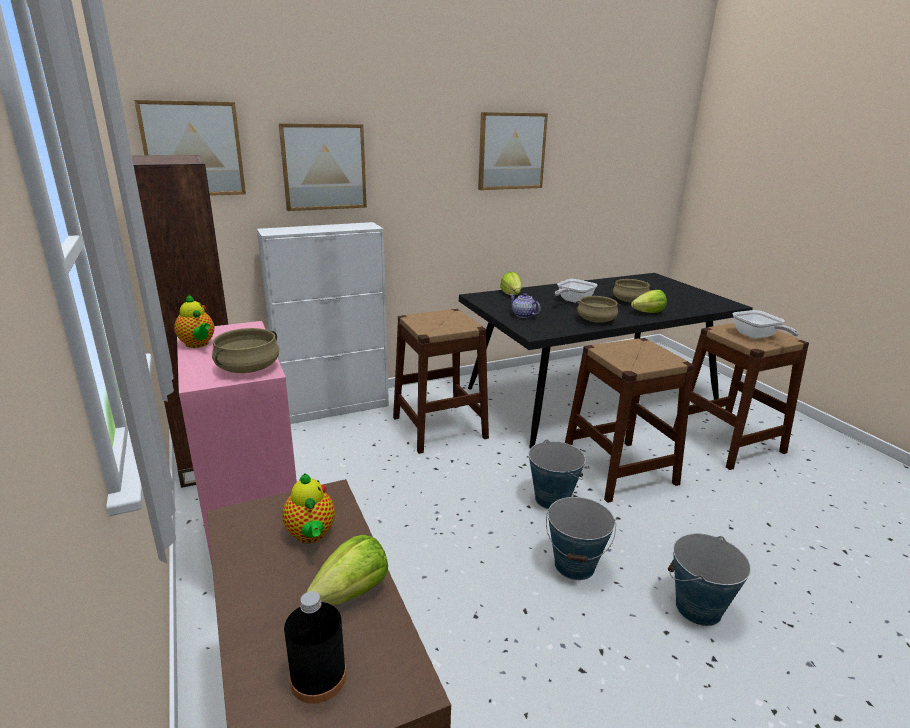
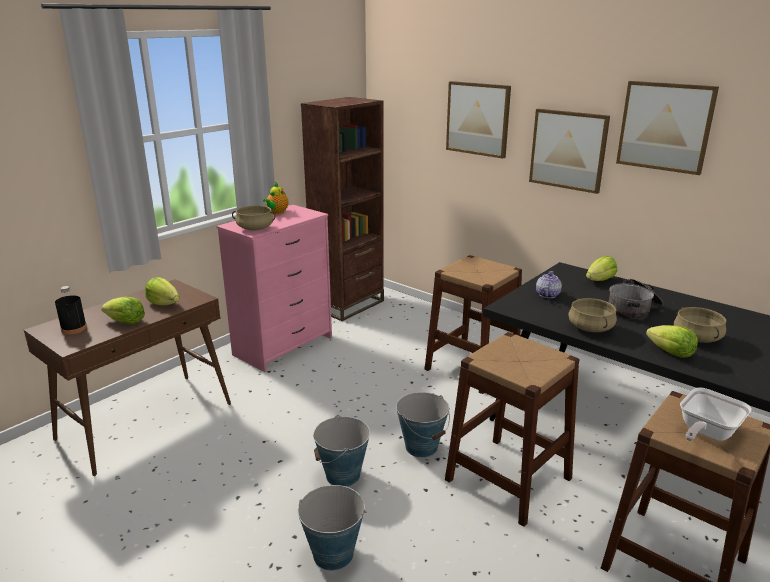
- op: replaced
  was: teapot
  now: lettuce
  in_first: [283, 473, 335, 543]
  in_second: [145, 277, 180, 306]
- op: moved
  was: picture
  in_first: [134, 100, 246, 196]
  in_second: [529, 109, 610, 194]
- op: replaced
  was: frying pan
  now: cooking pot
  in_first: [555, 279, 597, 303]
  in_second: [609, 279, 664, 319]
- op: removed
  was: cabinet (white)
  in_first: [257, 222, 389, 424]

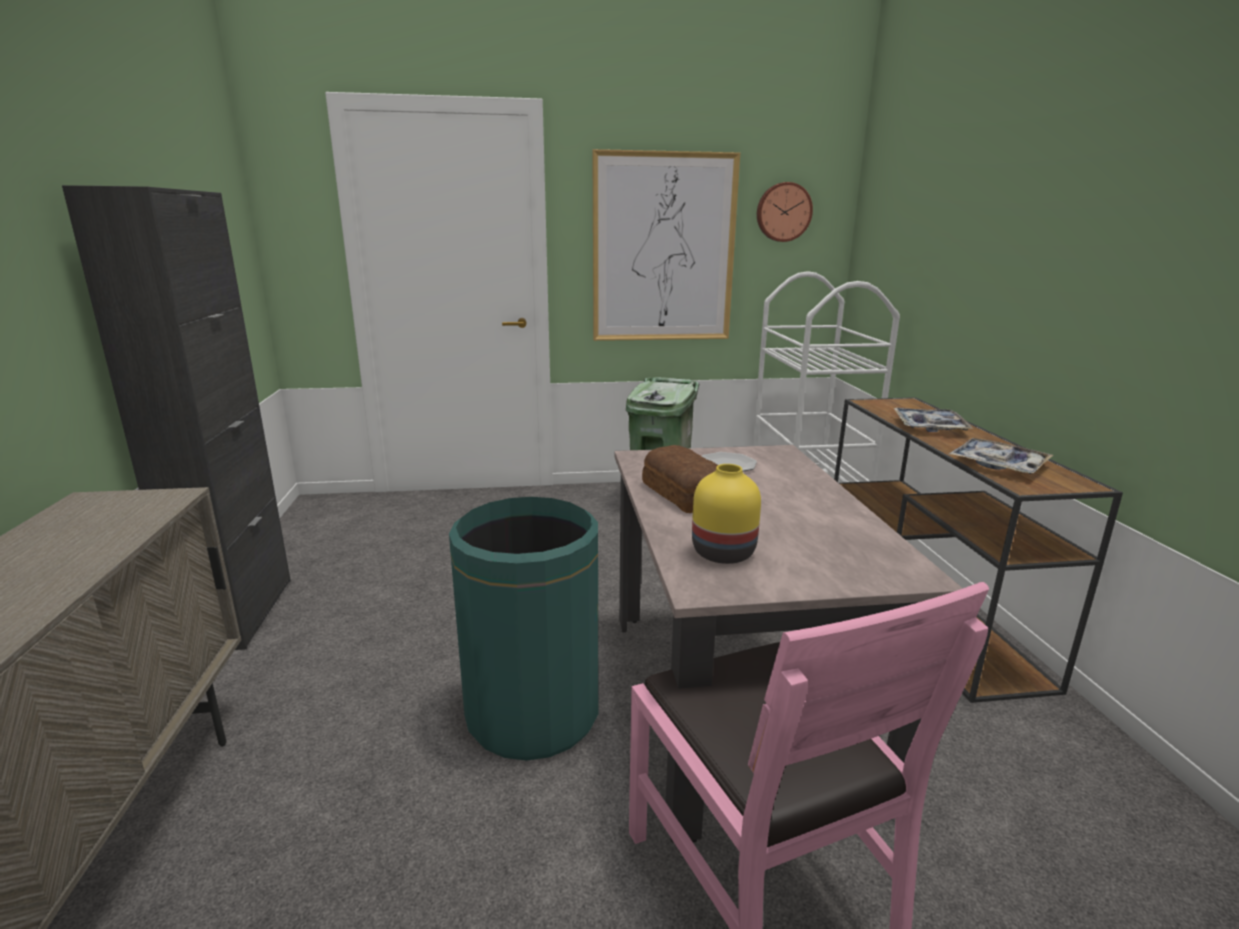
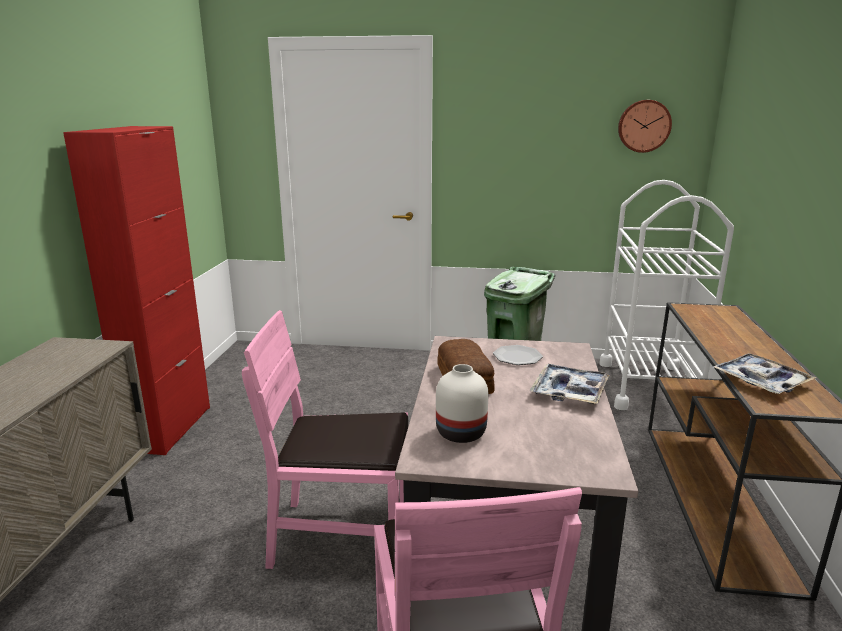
- op: recoloured
  was: cabinet (black)
  now: cabinet (red)
  in_first: [62, 185, 291, 650]
  in_second: [63, 126, 210, 455]
- op: replaced
  was: trash can (green)
  now: chair (pink)
  in_first: [449, 497, 598, 761]
  in_second: [242, 310, 409, 569]
- op: recoloured
  was: vase (yellow)
  now: vase (white)
  in_first: [692, 464, 761, 564]
  in_second: [436, 364, 488, 443]
- op: moved
  was: tray
  in_first: [894, 408, 973, 432]
  in_second: [530, 364, 610, 404]
- op: removed
  was: picture
  in_first: [592, 149, 740, 341]

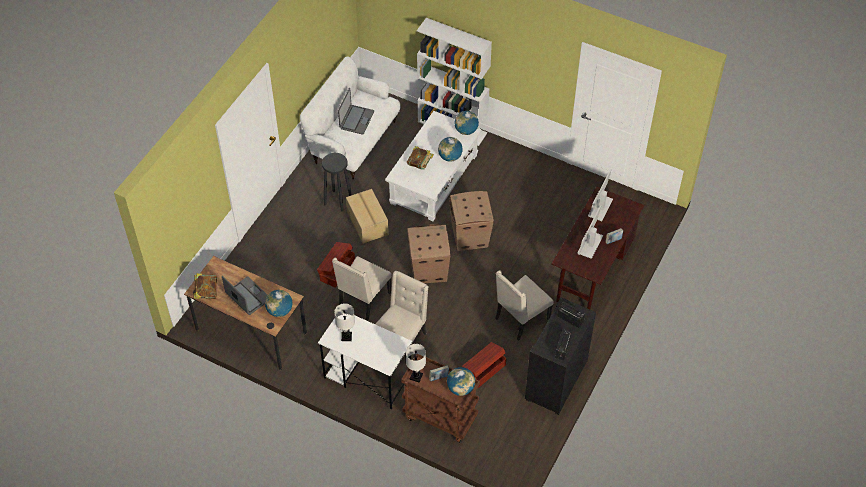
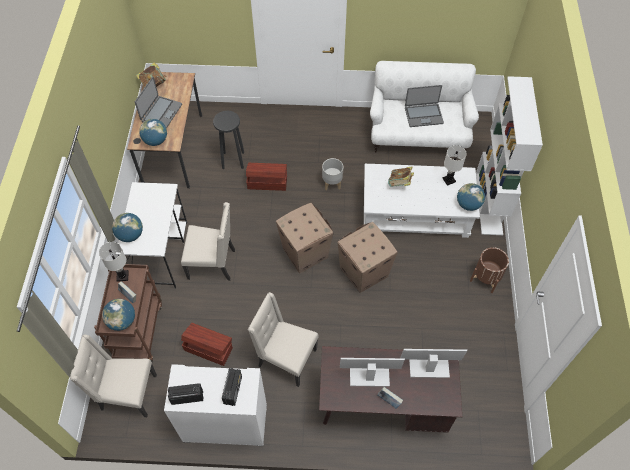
- op: moved
  was: chair (beige)
  in_first: [332, 256, 392, 321]
  in_second: [70, 335, 157, 417]
- op: moved
  was: globe
  in_first: [438, 137, 463, 162]
  in_second: [112, 213, 143, 242]
- op: recoloured
  was: cabinet (black)
  now: cabinet (white)
  in_first: [525, 298, 596, 415]
  in_second: [164, 364, 267, 446]
- op: moved
  was: stool (black)
  in_first: [322, 153, 352, 212]
  in_second: [213, 111, 244, 169]
- op: replaced
  was: cardboard box
  now: planter (grey)
  in_first: [346, 189, 389, 244]
  in_second: [322, 158, 343, 190]
- op: moved
  was: table lamp (white)
  in_first: [334, 303, 355, 341]
  in_second: [442, 145, 467, 186]
- op: added
  now: planter (brown)
  in_second: [470, 247, 509, 293]

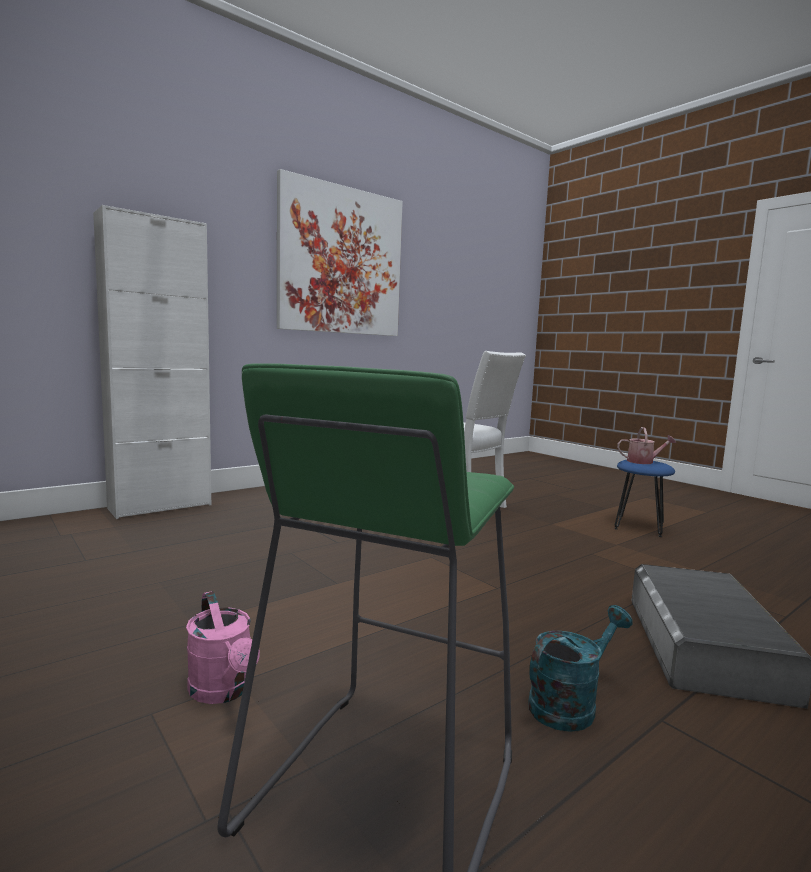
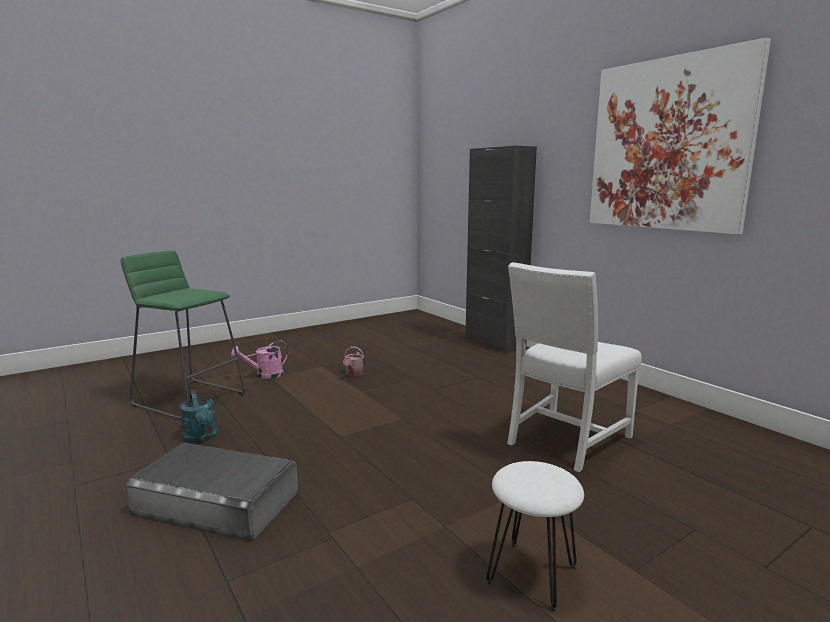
- op: moved
  was: watering can
  in_first: [617, 427, 676, 464]
  in_second: [343, 347, 364, 376]
- op: recoloured
  was: cabinet (white)
  now: cabinet (black)
  in_first: [93, 205, 211, 519]
  in_second: [465, 146, 537, 353]
- op: recoloured
  was: stool (blue)
  now: stool (white)
  in_first: [614, 460, 675, 537]
  in_second: [486, 461, 584, 612]

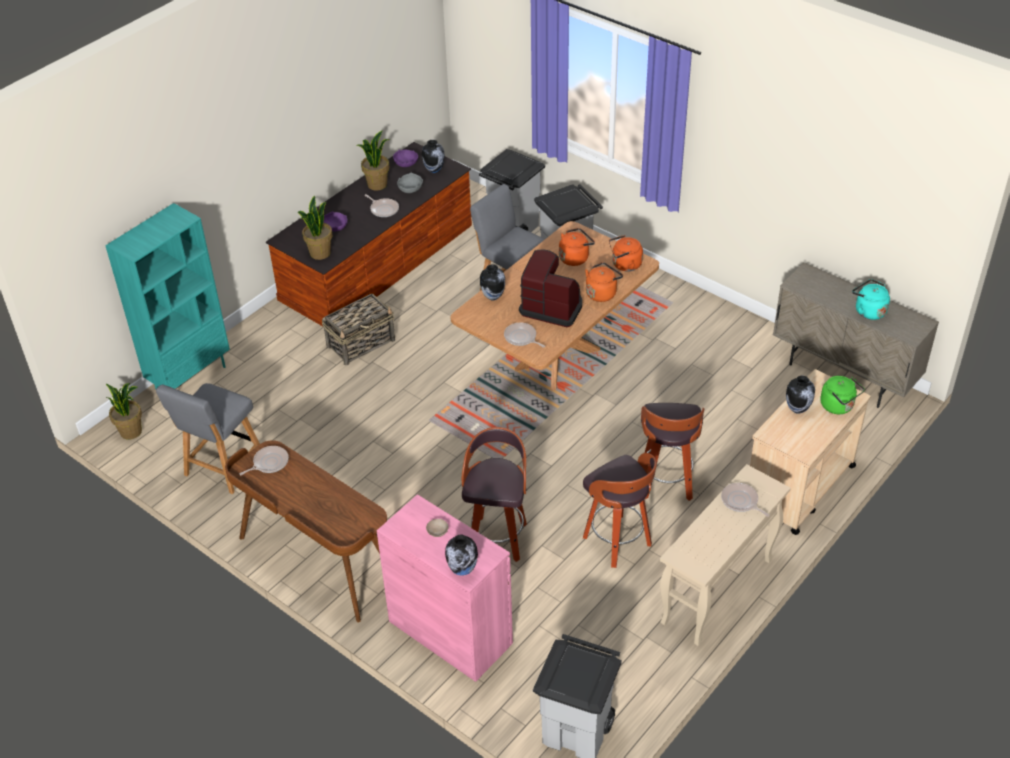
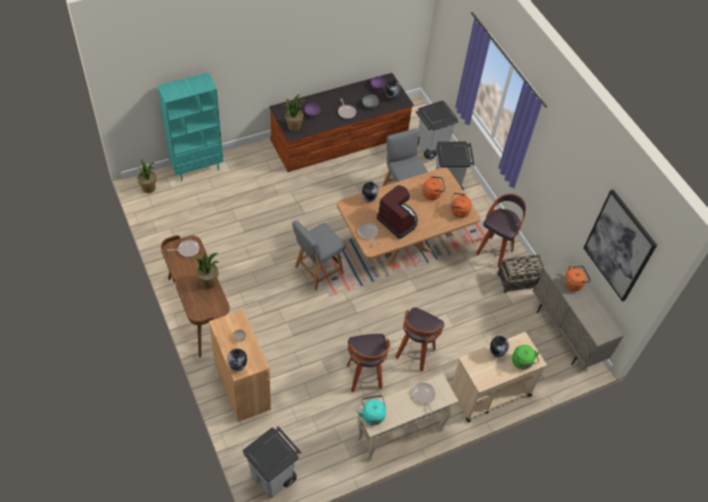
- op: moved
  was: potted plant
  in_first: [356, 130, 390, 191]
  in_second: [194, 252, 220, 289]
- op: recoloured
  was: cabinet (pink)
  now: cabinet (brown)
  in_first: [377, 494, 513, 682]
  in_second: [209, 310, 271, 422]
- op: moved
  was: chair (grey)
  in_first: [156, 383, 260, 494]
  in_second: [292, 220, 345, 291]
- op: moved
  was: kettle (turquoise)
  in_first: [852, 279, 890, 320]
  in_second: [358, 395, 386, 425]
- op: moved
  was: stool
  in_first: [462, 427, 527, 562]
  in_second: [476, 193, 527, 268]
- op: moved
  was: basket
  in_first: [322, 294, 395, 366]
  in_second: [497, 254, 544, 293]
- op: moved
  was: kettle (orange)
  in_first: [585, 262, 623, 302]
  in_second: [563, 265, 591, 292]
- op: added
  now: picture
  in_second: [584, 190, 657, 302]

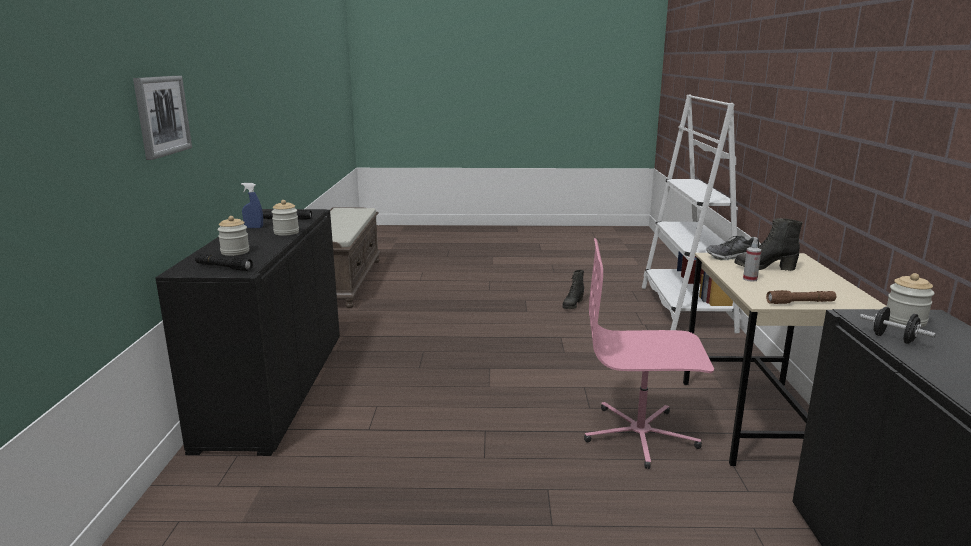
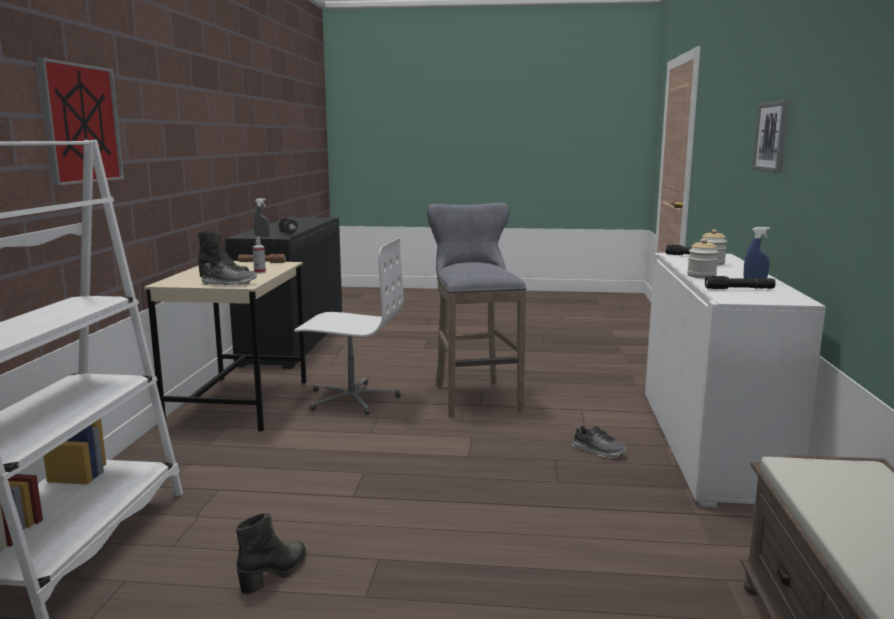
- op: added
  now: picture
  in_second: [37, 57, 124, 186]
- op: replaced
  was: jar
  now: spray bottle (grey)
  in_first: [887, 273, 935, 327]
  in_second: [254, 198, 269, 236]
- op: recoloured
  was: office chair (pink)
  now: office chair (white)
  in_first: [584, 238, 714, 469]
  in_second: [295, 238, 403, 415]
- op: added
  now: stool (grey)
  in_second: [427, 203, 527, 417]
- op: added
  now: shoe
  in_second: [571, 425, 627, 458]
- op: recoloured
  was: cabinet (black)
  now: cabinet (white)
  in_first: [155, 209, 340, 456]
  in_second: [645, 253, 826, 507]

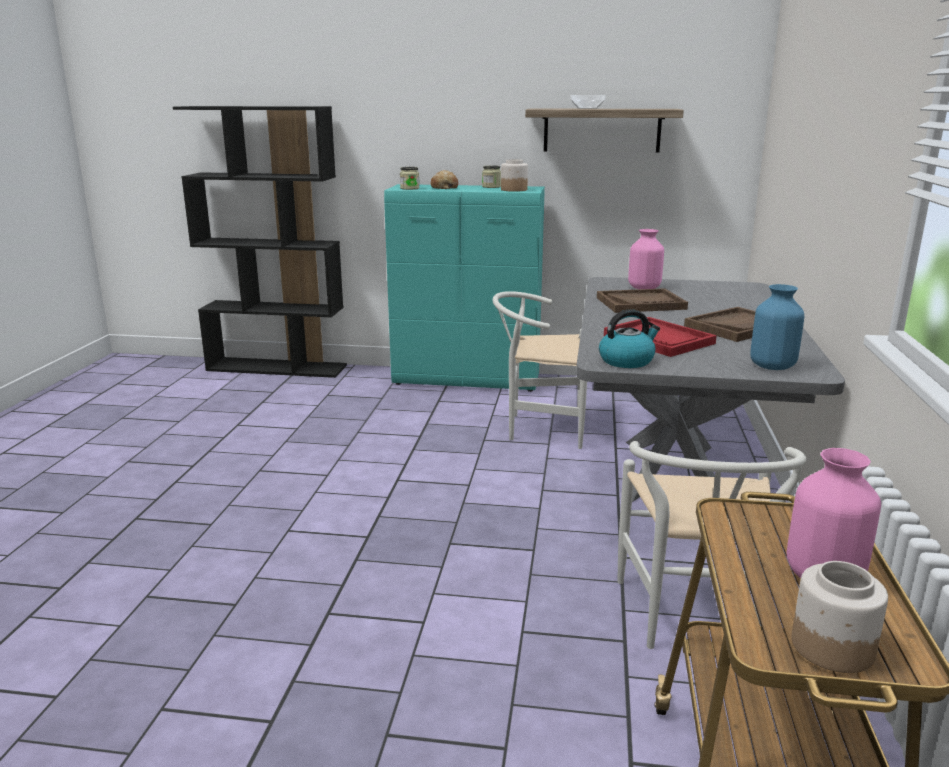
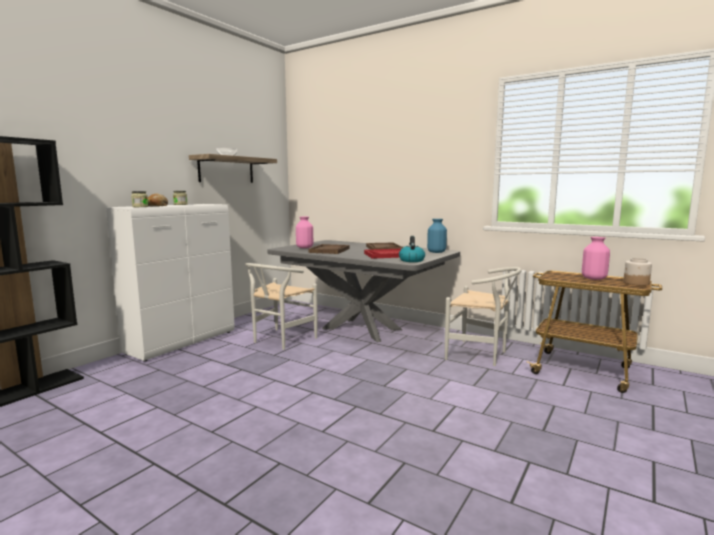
- op: recoloured
  was: cabinet (turquoise)
  now: cabinet (white)
  in_first: [384, 184, 545, 392]
  in_second: [106, 204, 234, 362]
- op: removed
  was: jar
  in_first: [501, 159, 528, 192]

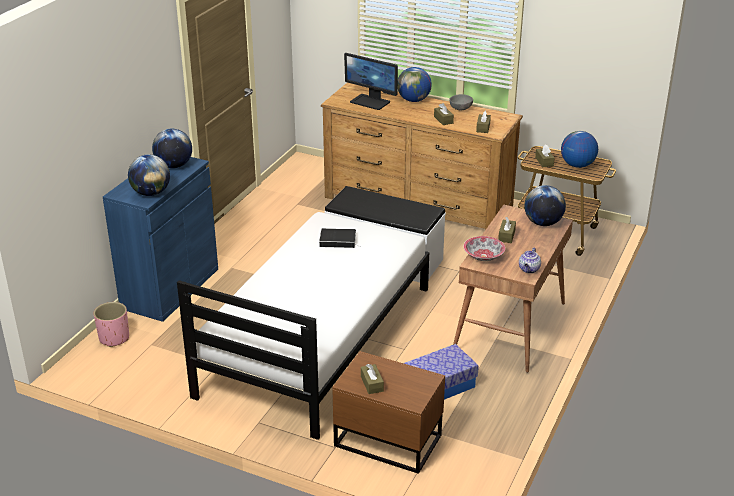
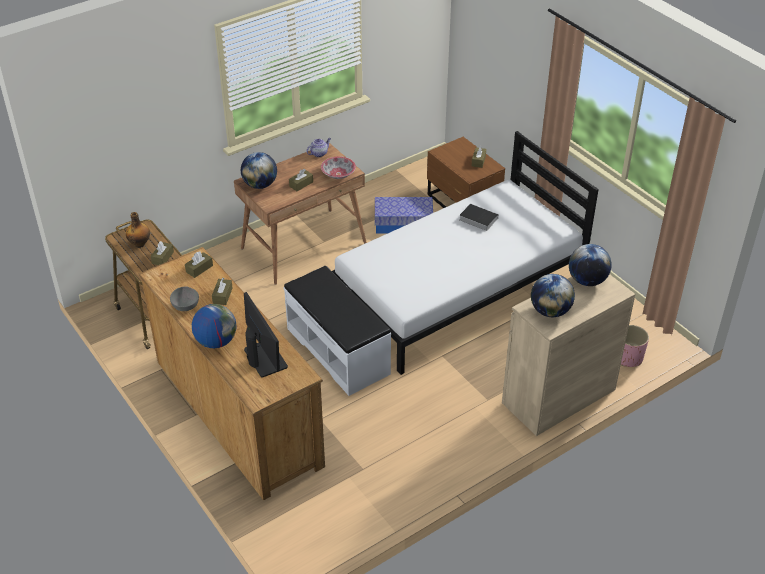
- op: replaced
  was: globe
  now: bottle
  in_first: [561, 131, 598, 168]
  in_second: [126, 212, 150, 248]
- op: moved
  was: book
  in_first: [319, 228, 362, 248]
  in_second: [459, 204, 499, 231]
- op: recoloured
  was: cabinet (blue)
  now: cabinet (beige)
  in_first: [103, 157, 218, 322]
  in_second: [502, 274, 635, 436]

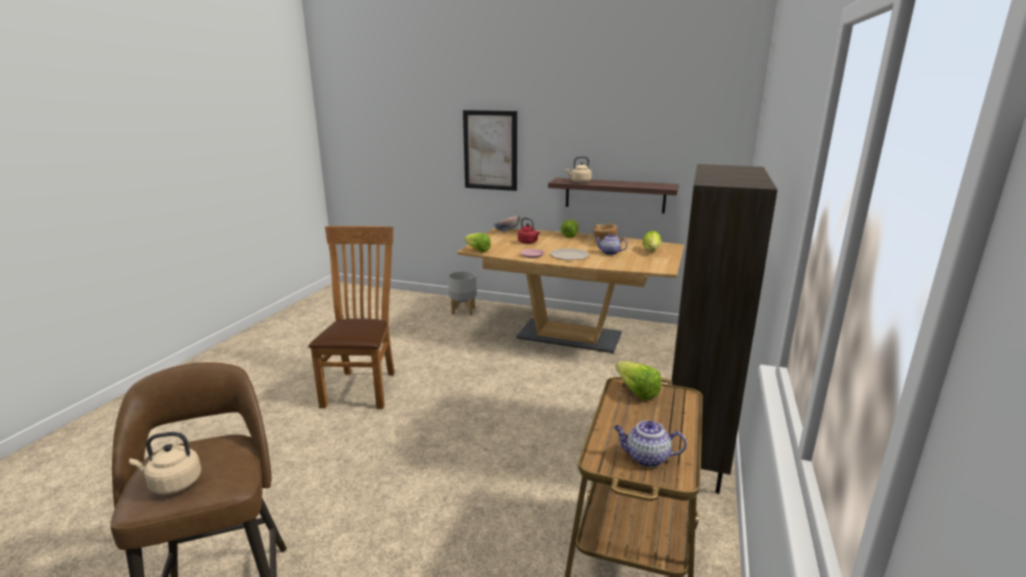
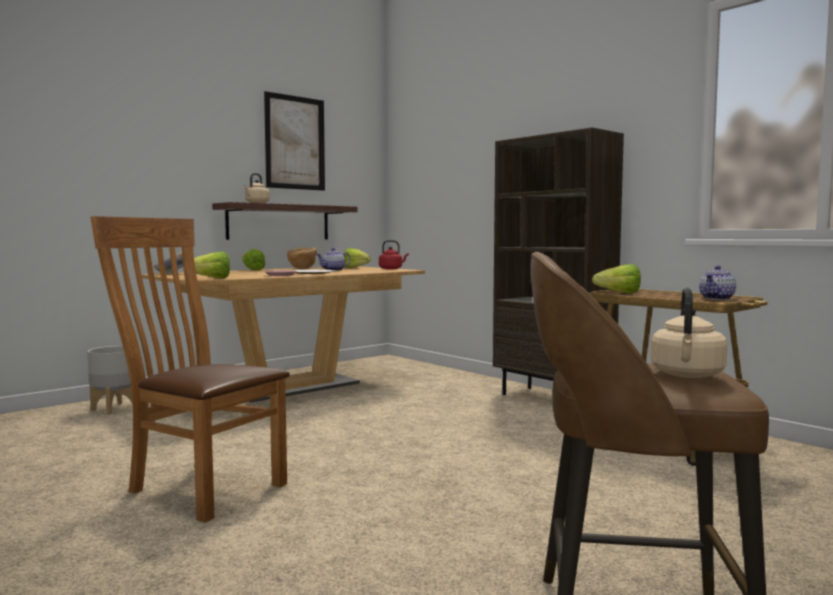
- op: moved
  was: picture
  in_first: [463, 110, 517, 191]
  in_second: [264, 91, 325, 191]
- op: moved
  was: kettle (red)
  in_first: [518, 218, 540, 244]
  in_second: [379, 240, 409, 269]

